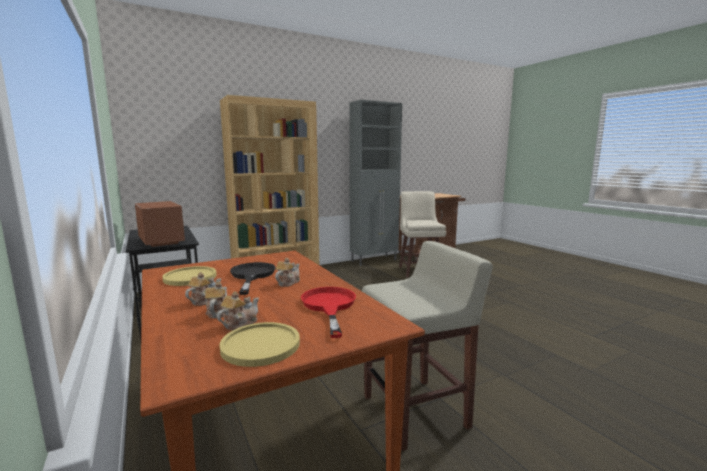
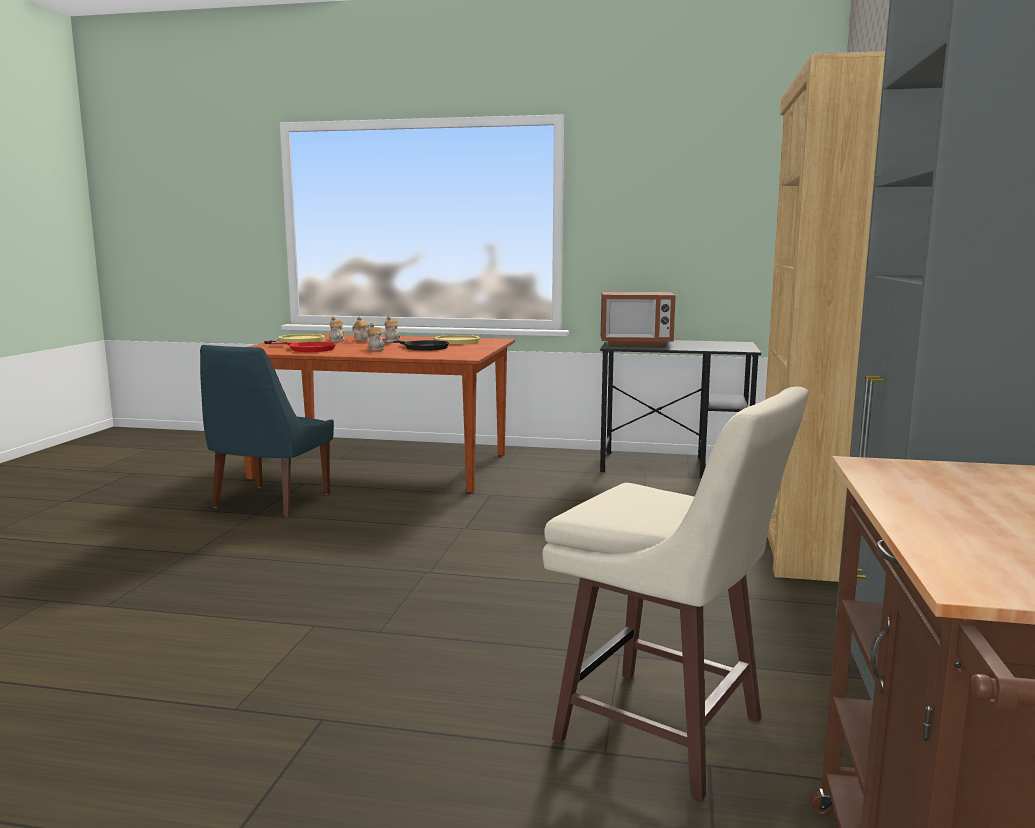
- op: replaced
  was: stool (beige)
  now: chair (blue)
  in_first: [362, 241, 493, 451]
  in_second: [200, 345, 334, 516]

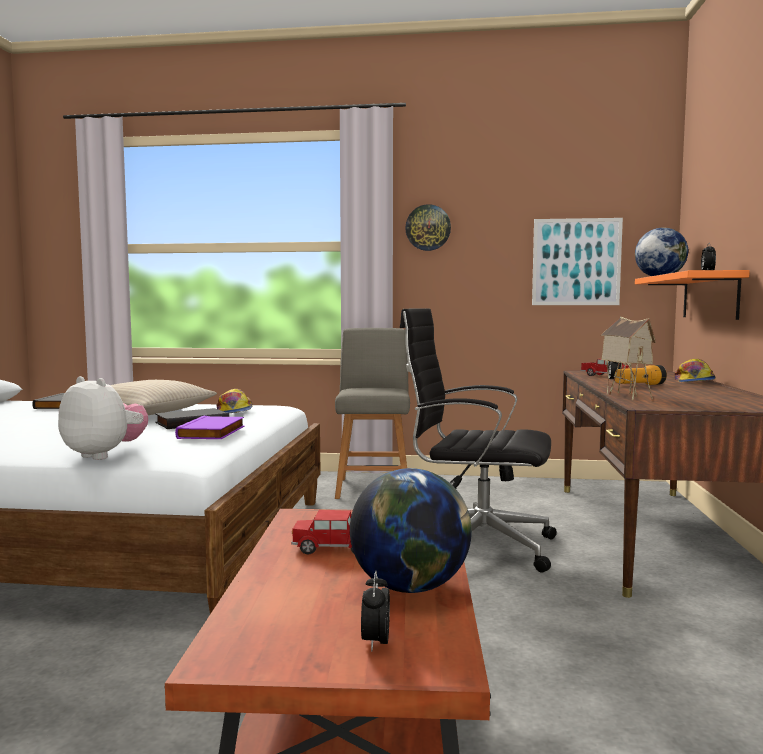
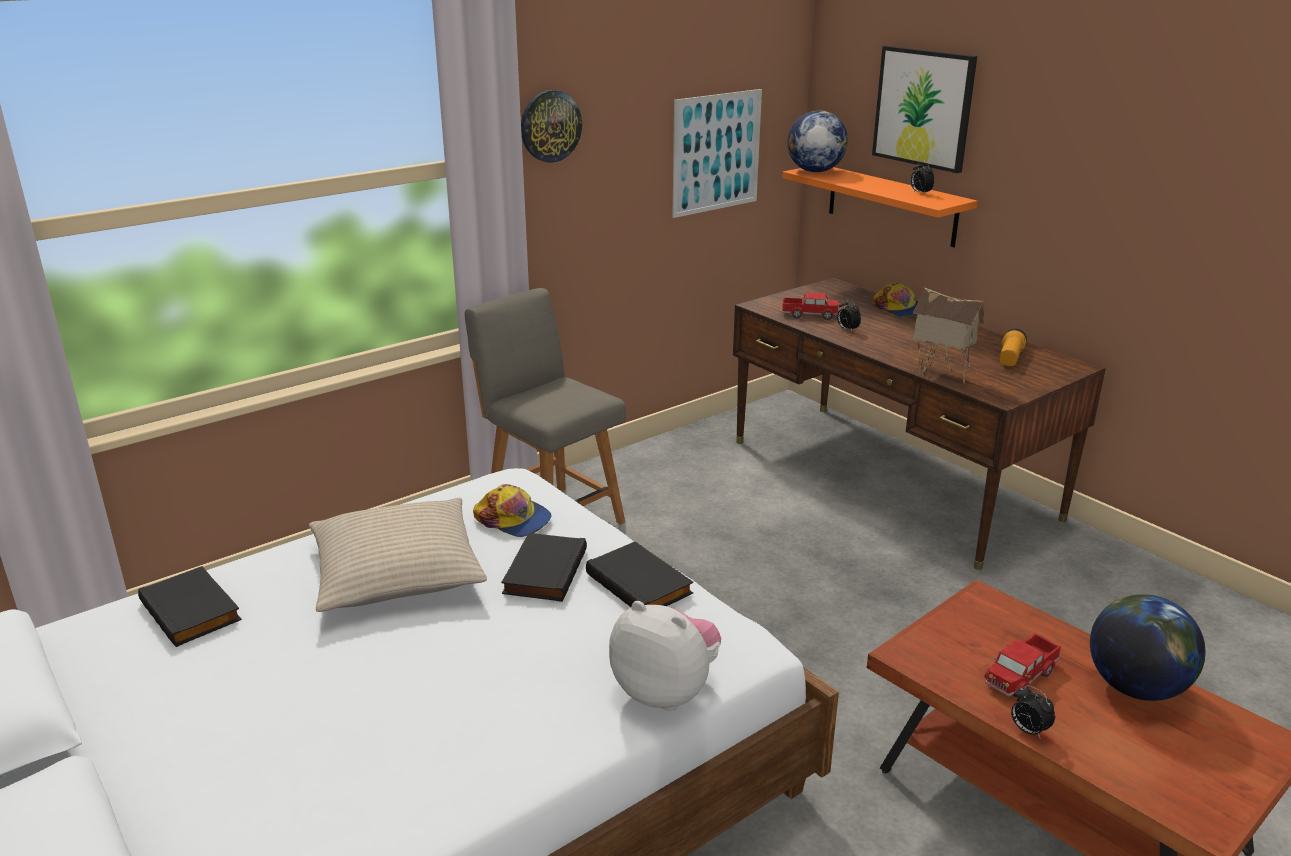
- op: recoloured
  was: book (purple)
  now: book (black)
  in_first: [175, 416, 244, 439]
  in_second: [586, 541, 693, 607]
- op: turned
  was: plush toy
  in_first: [58, 376, 148, 460]
  in_second: [609, 601, 721, 711]
  clockwise: 45
- op: added
  now: picture
  in_second: [872, 46, 977, 173]
- op: moved
  was: flashlight
  in_first: [615, 365, 667, 385]
  in_second: [999, 328, 1027, 366]
- op: moved
  was: alarm clock
  in_first: [361, 571, 390, 652]
  in_second: [1011, 685, 1055, 739]
- op: removed
  was: office chair (black)
  in_first: [400, 308, 557, 572]

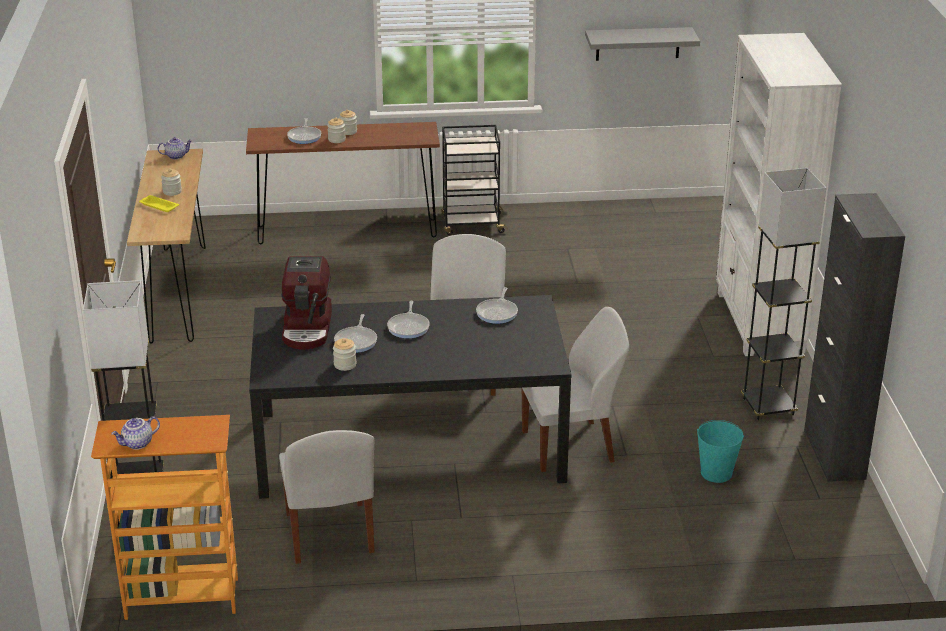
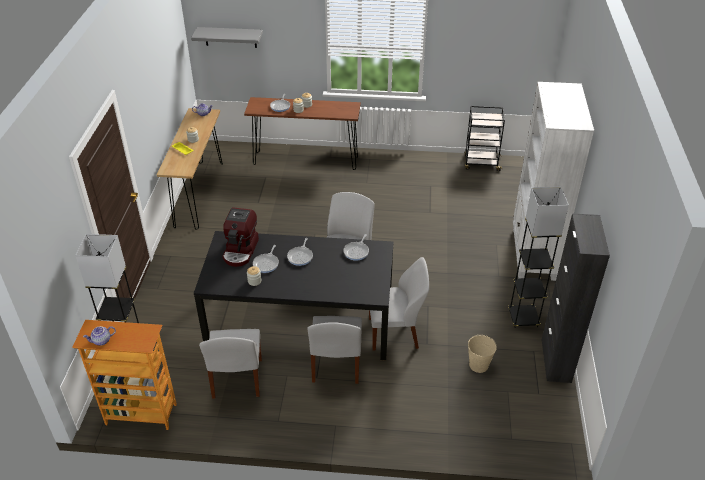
- op: moved
  was: shelf (grey)
  in_first: [585, 27, 700, 61]
  in_second: [191, 27, 263, 48]
- op: added
  now: chair (white)
  in_second: [307, 316, 362, 384]
- op: moved
  was: cart (black)
  in_first: [442, 125, 508, 235]
  in_second: [464, 106, 505, 171]
- op: recoloured
  was: bucket (turquoise)
  now: bucket (beige)
  in_first: [697, 420, 744, 483]
  in_second: [468, 335, 497, 373]

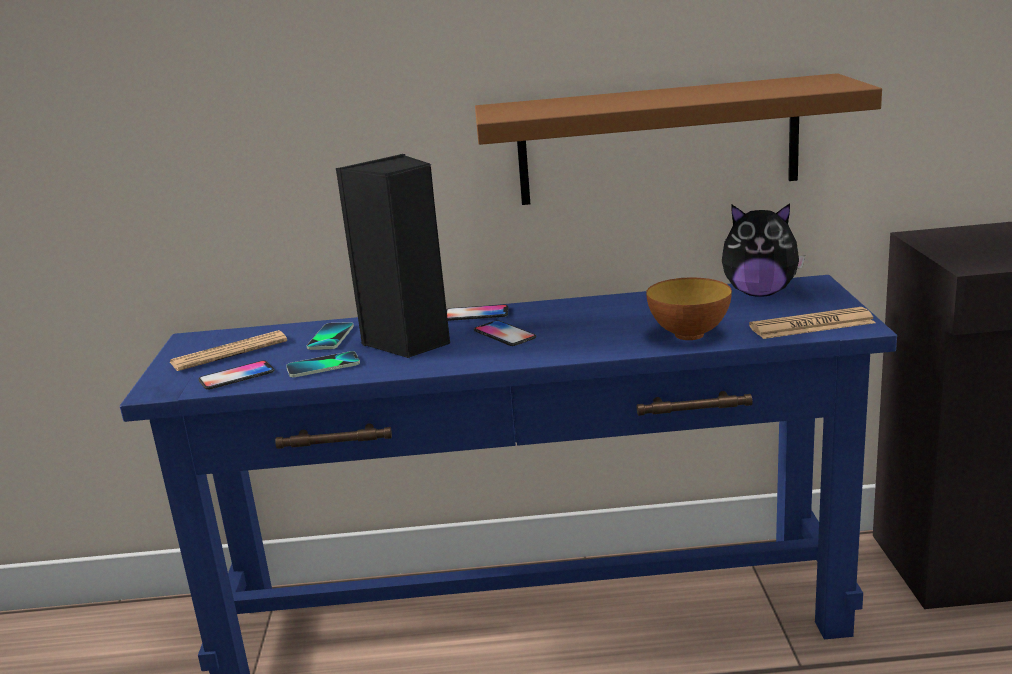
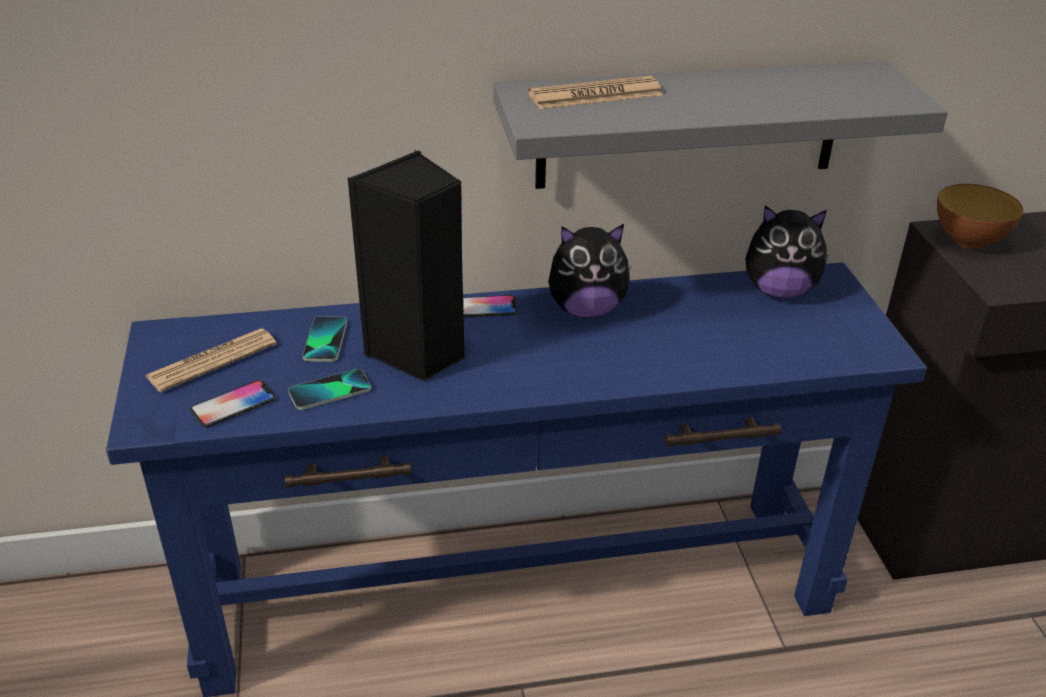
- op: recoloured
  was: shelf (brown)
  now: shelf (grey)
  in_first: [475, 73, 882, 205]
  in_second: [493, 61, 948, 189]
- op: moved
  was: newspaper
  in_first: [749, 307, 876, 339]
  in_second: [528, 76, 663, 109]
- op: added
  now: plush toy
  in_second: [548, 224, 631, 318]
- op: moved
  was: bowl
  in_first: [646, 277, 732, 340]
  in_second: [937, 184, 1023, 249]
- op: removed
  was: phone
  in_first: [474, 320, 536, 346]

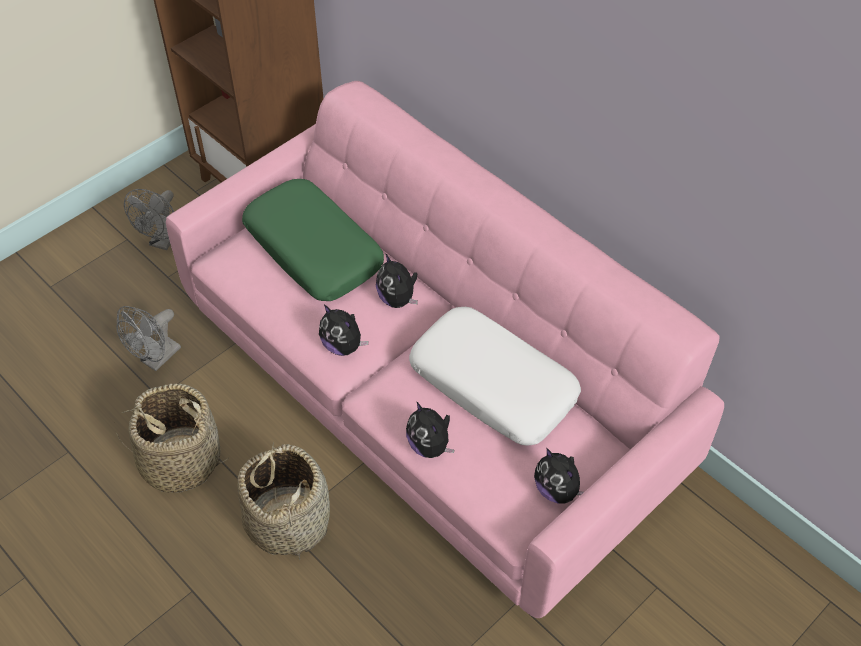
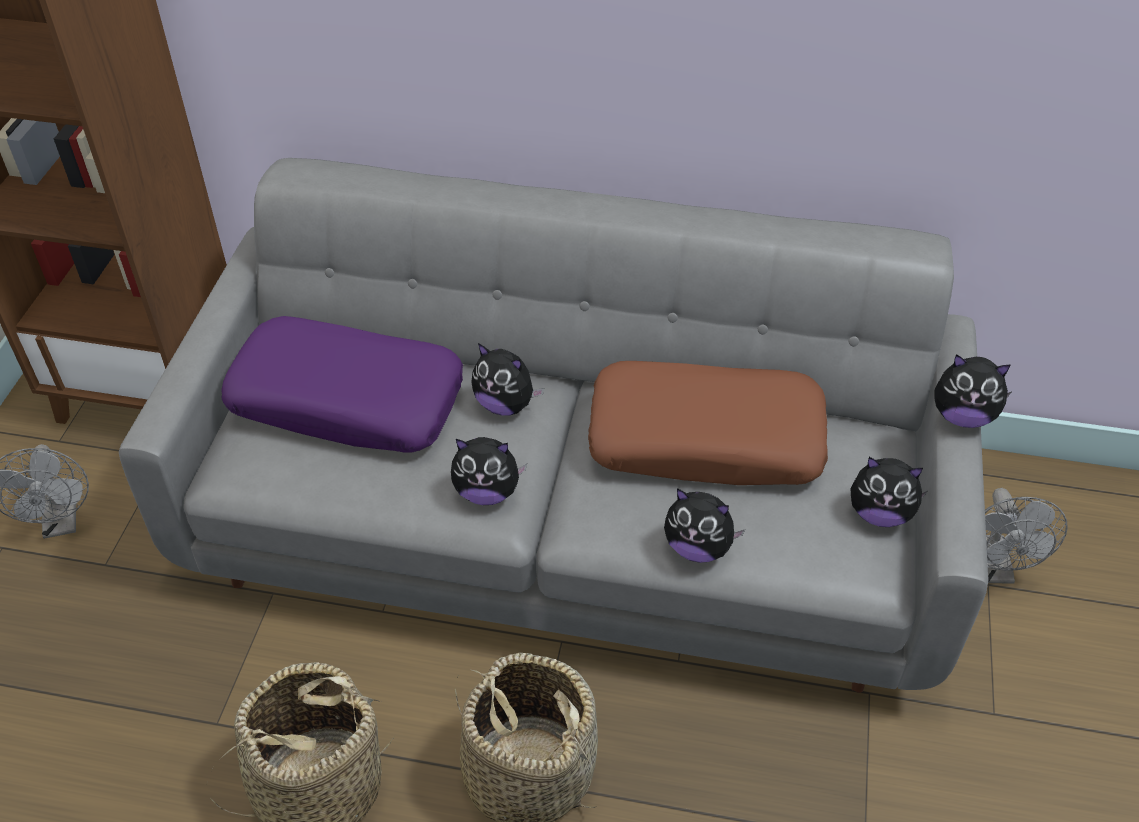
- op: recoloured
  was: sofa (pink)
  now: sofa (grey)
  in_first: [166, 81, 724, 618]
  in_second: [119, 158, 988, 693]
- op: recoloured
  was: pillow (green)
  now: pillow (purple)
  in_first: [242, 179, 384, 301]
  in_second: [221, 316, 463, 453]
- op: recoloured
  was: pillow (white)
  now: pillow (brown)
  in_first: [409, 307, 581, 445]
  in_second: [588, 361, 828, 485]
- op: added
  now: plush toy
  in_second: [934, 354, 1011, 428]
- op: moved
  was: fan (grey)
  in_first: [117, 306, 181, 371]
  in_second: [985, 488, 1068, 583]

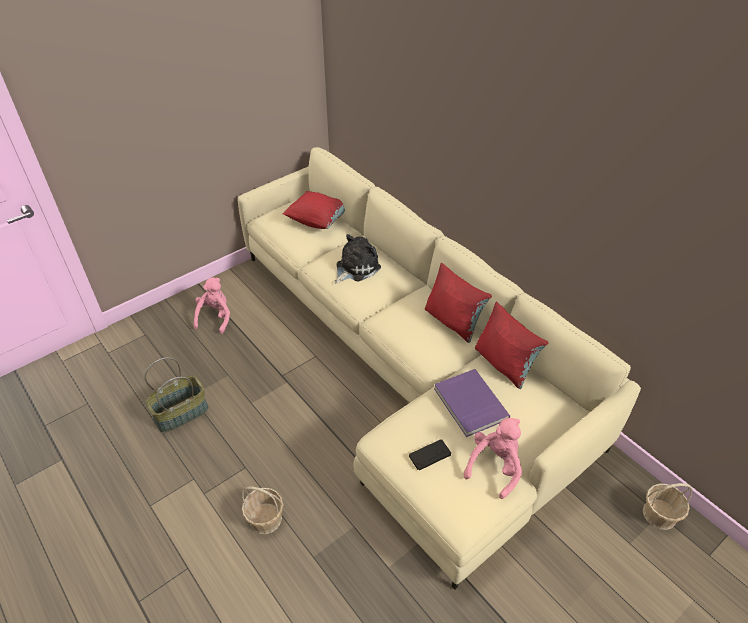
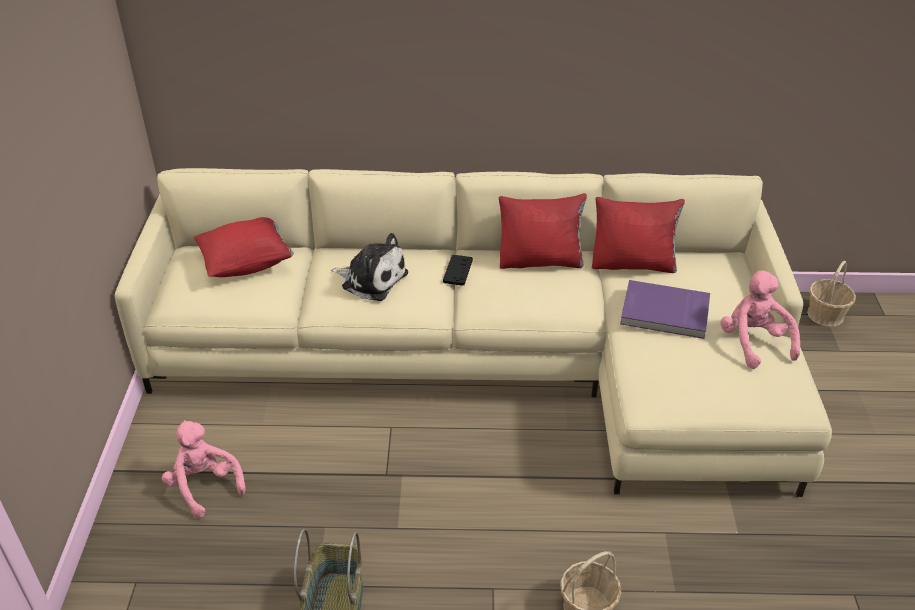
- op: turned
  was: plush toy
  in_first: [335, 234, 381, 284]
  in_second: [331, 233, 408, 301]
  clockwise: 120
- op: moved
  was: game controller (black)
  in_first: [409, 439, 451, 470]
  in_second: [443, 255, 473, 286]

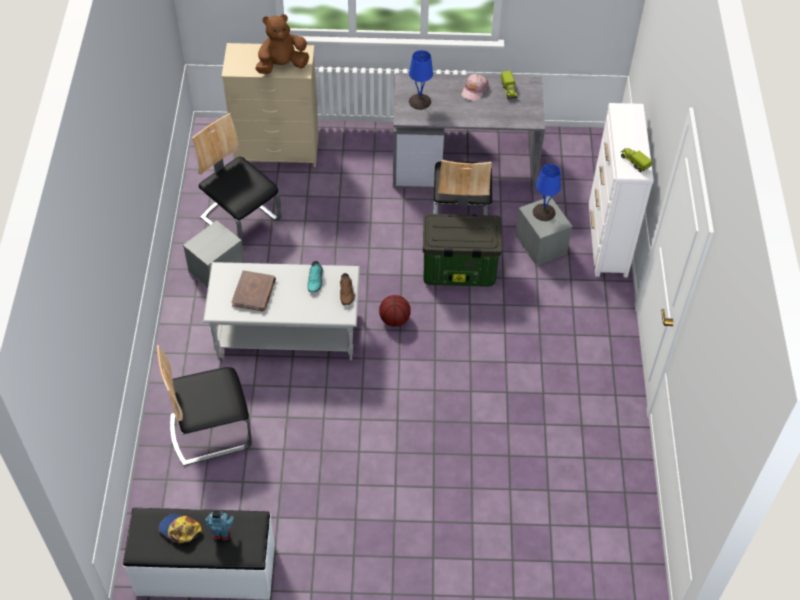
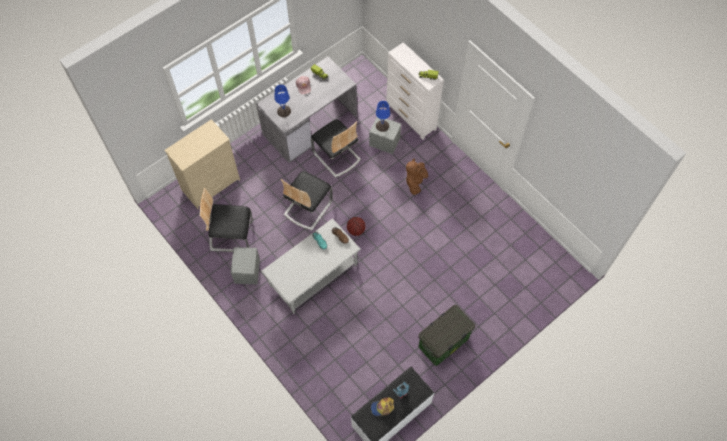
- op: moved
  was: chair
  in_first: [157, 345, 252, 466]
  in_second: [281, 171, 333, 230]
- op: moved
  was: plush toy (brown)
  in_first: [255, 14, 309, 74]
  in_second: [406, 159, 428, 195]
- op: moved
  was: storage box
  in_first: [423, 214, 502, 287]
  in_second: [418, 305, 475, 366]
- op: removed
  was: book (brown)
  in_first: [232, 270, 276, 311]

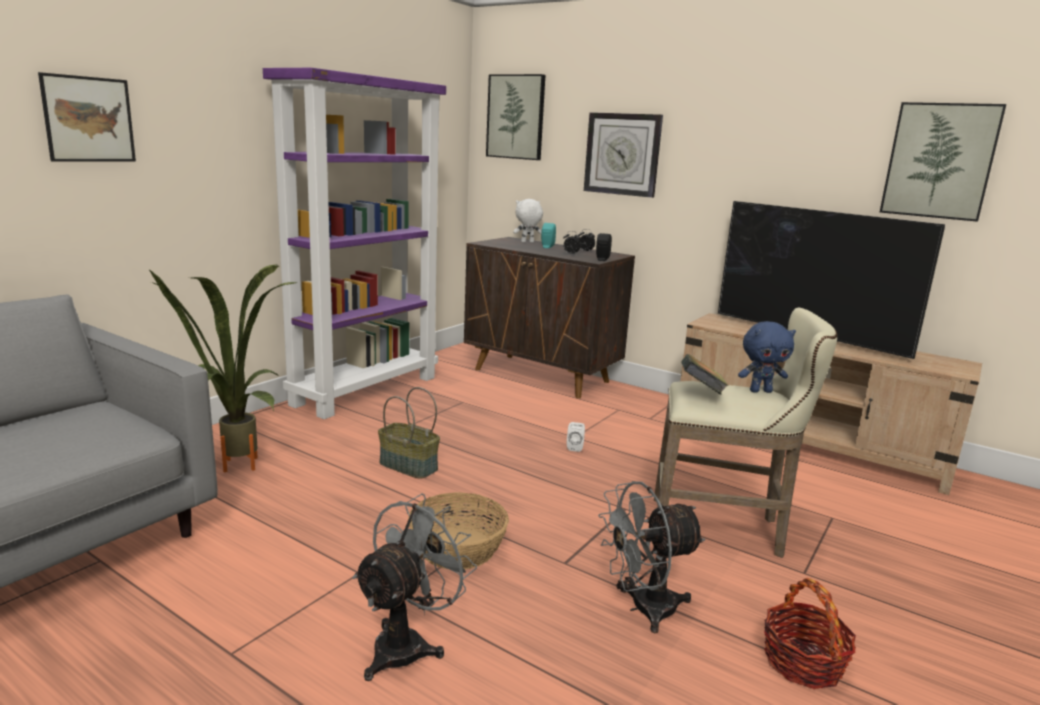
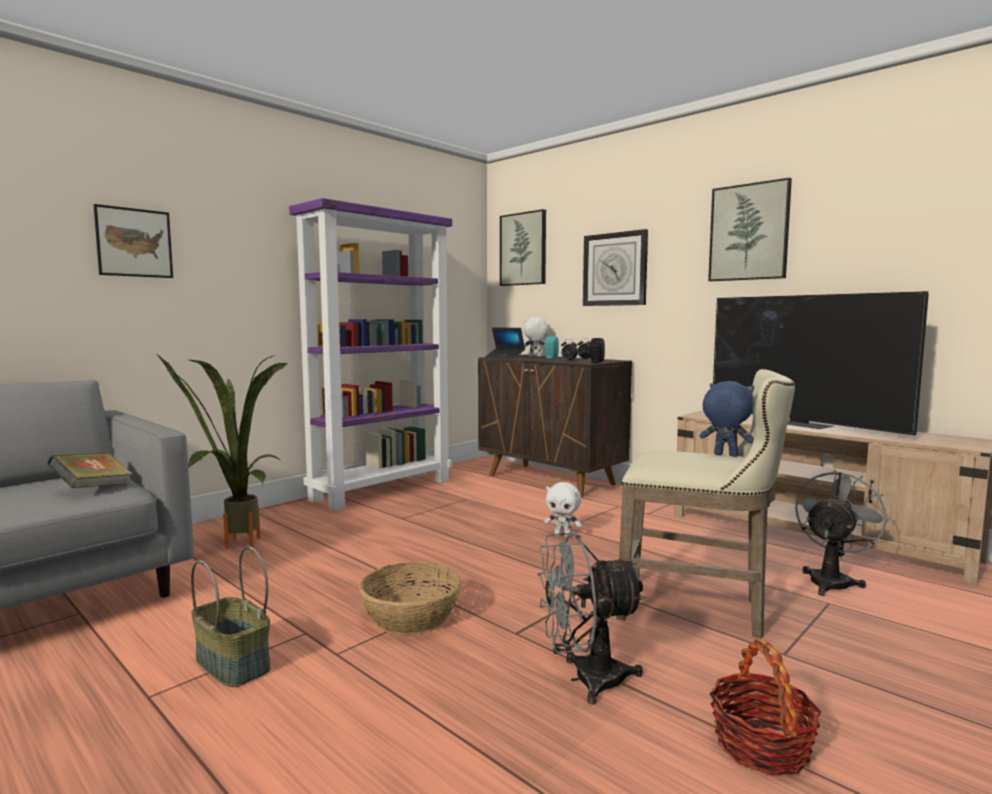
- op: moved
  was: book
  in_first: [681, 354, 728, 394]
  in_second: [47, 453, 133, 488]
- op: moved
  was: basket
  in_first: [378, 387, 440, 478]
  in_second: [191, 546, 270, 687]
- op: added
  now: laptop
  in_second: [485, 327, 525, 359]
- op: replaced
  was: speaker (white)
  now: plush toy (white)
  in_first: [567, 422, 585, 452]
  in_second: [544, 482, 582, 537]
- op: turned
  was: plush toy (blue)
  in_first: [738, 321, 796, 393]
  in_second: [700, 381, 754, 457]
  clockwise: -150
- op: moved
  was: picture
  in_first: [880, 102, 1006, 222]
  in_second: [708, 178, 792, 281]
- op: moved
  was: fan (grey)
  in_first: [352, 494, 477, 681]
  in_second: [795, 470, 889, 596]

